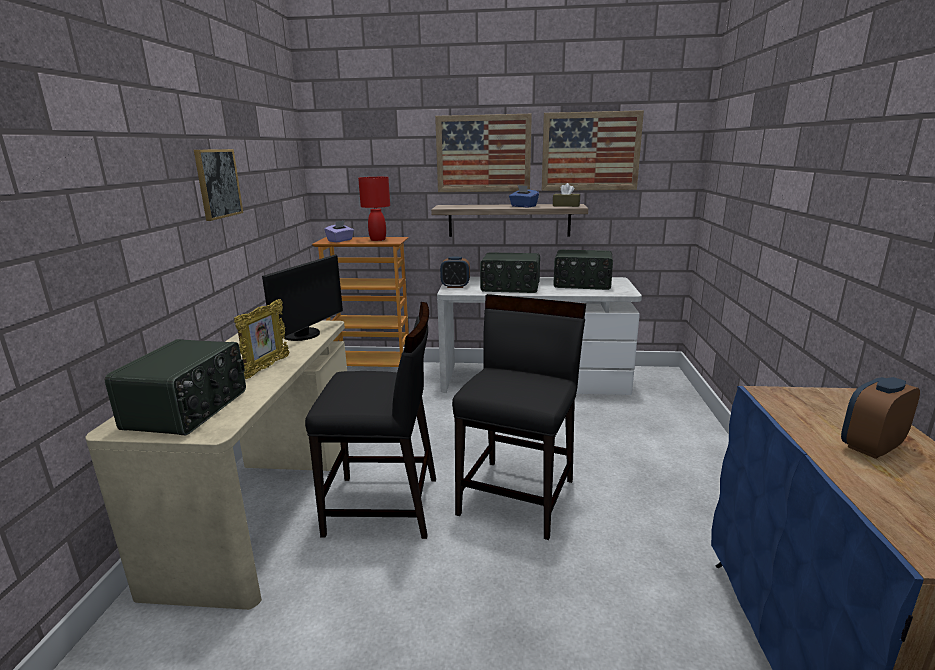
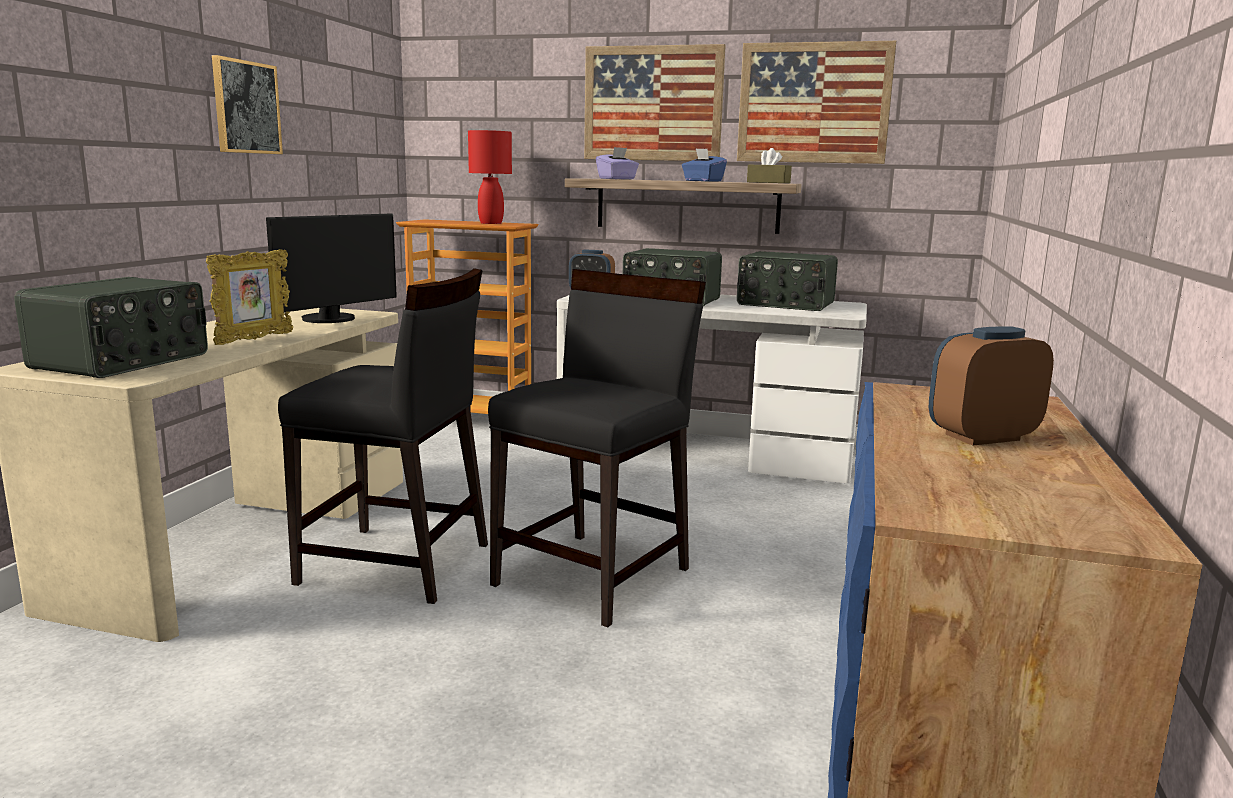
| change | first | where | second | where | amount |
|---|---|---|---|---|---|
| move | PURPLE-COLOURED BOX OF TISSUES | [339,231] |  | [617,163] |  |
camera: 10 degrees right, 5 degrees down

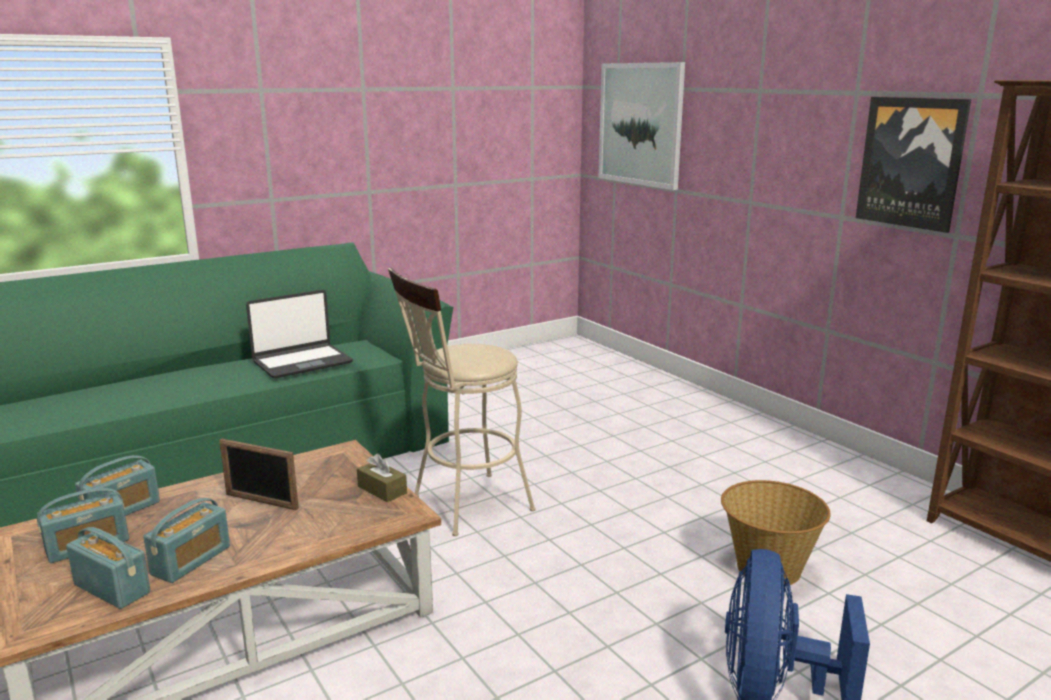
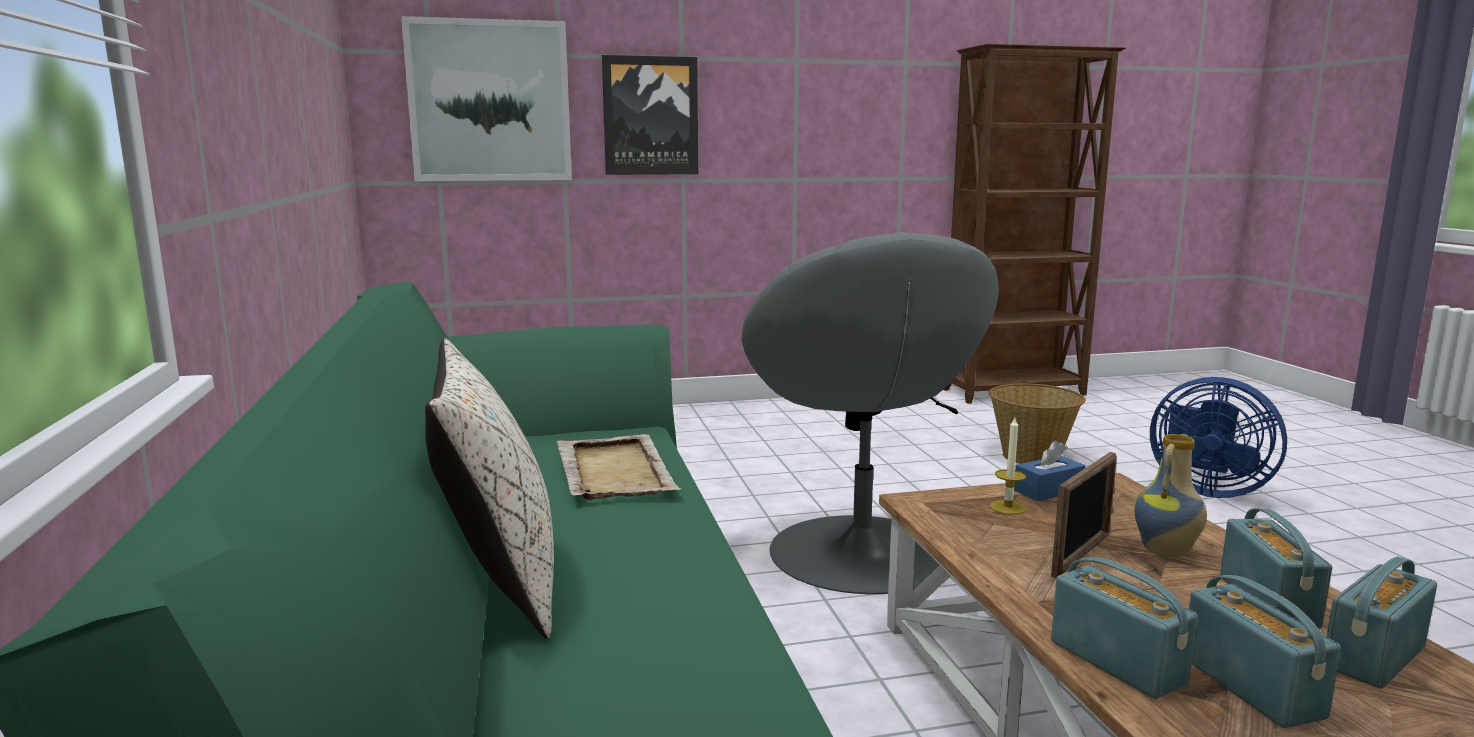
| change | first | where | second | where | amount |
|---|---|---|---|---|---|
| insert |  |  | BEIGE PILLOW | [489,488] |  |
| insert |  |  | WAX LIGHT | [1008,466] |  |
| insert |  |  | FLOWER VASE | [1170,496] |  |
| move | PICTURE | [913,165] |  | [650,115] |  |
| replace | LAPTOP | [299,334] | BEIGE SERVING TRAY | [619,467] |  |
| replace | BEIGE SITTING STOOL | [461,402] | GRAY EASY CHAIR | [870,413] |  |
| recolor | BROWNISH BOX OF TISSUES | [382,477] | BLUISH BOX OF TISSUES | [1049,470] |  |
| rotate | RADIO RECEIVER | [186,540] |  | [1276,568] | 45 degrees clockwise |
camera: 70 degrees left, 5 degrees down

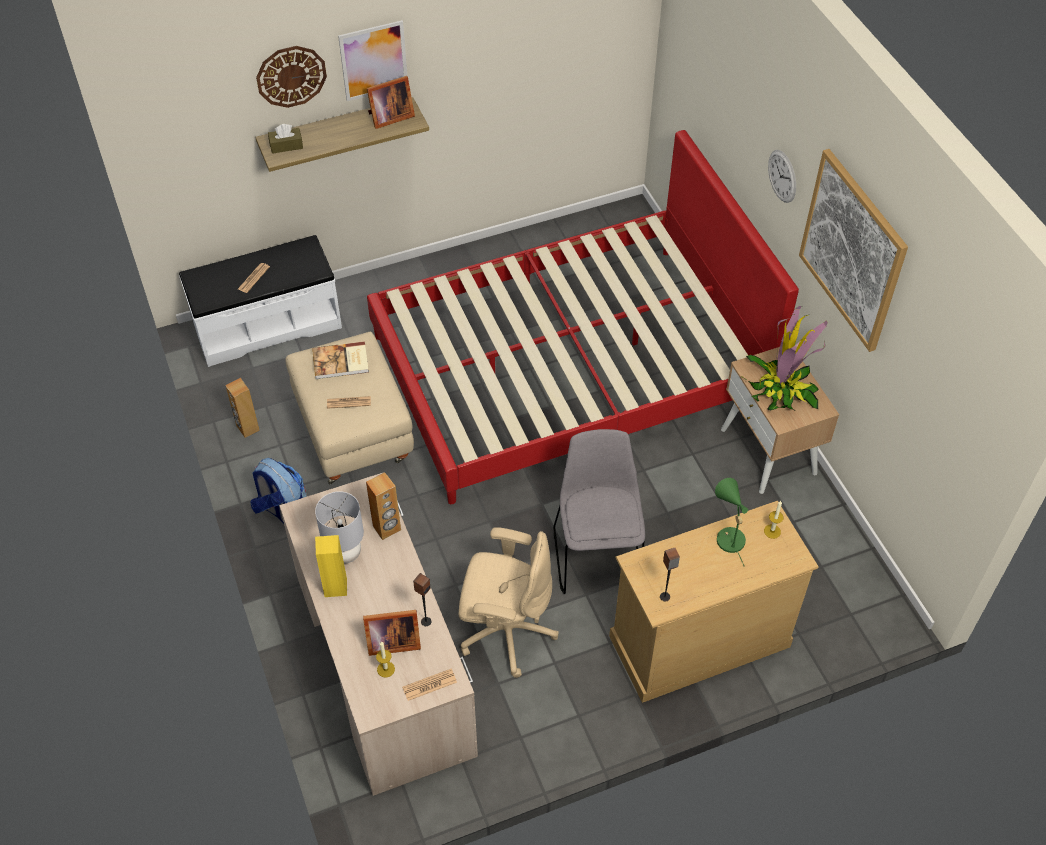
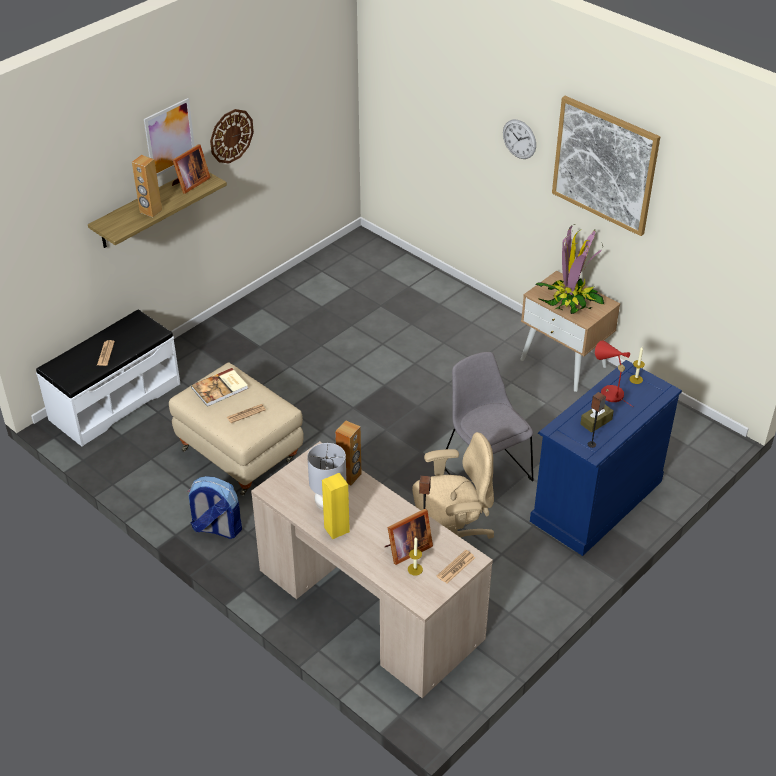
| change | first | where | second | where | amount |
|---|---|---|---|---|---|
| delete | RED-COLOURED BEDROOM BED | [583,317] |  |  |  |
| move | BROWNISH SPEAKER | [242,408] |  | [147,186] |  |
| move | WALL CLOCK | [291,77] |  | [232,136] |  |
| move | BROWNISH BOX OF TISSUES | [285,139] |  | [597,419] |  |
| recolor | BEIGE DRAWER CHEST | [713,602] | BLUISH DRAWER CHEST | [606,458] |  |
| recolor | GREEN LAMP FOR A TABLE | [731,522] | RED-COLOURED LAMP FOR A TABLE | [614,373] |  |
camera: 25 degrees left, 10 degrees down

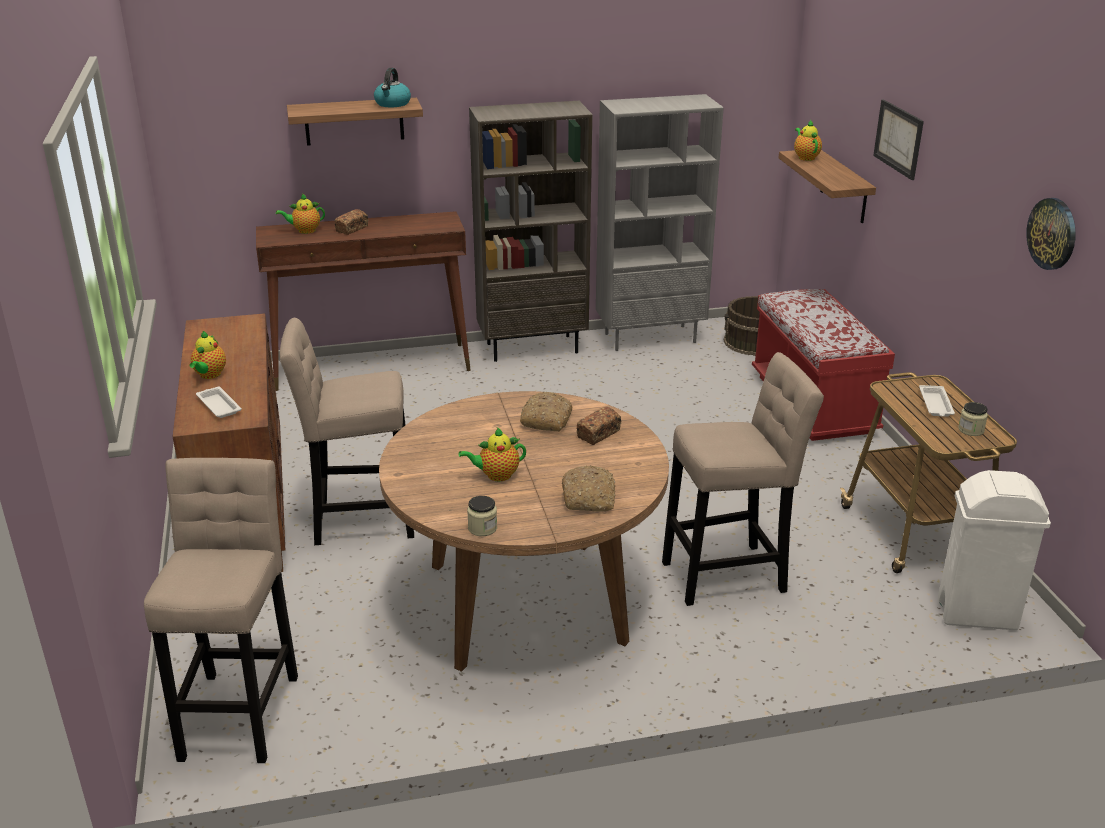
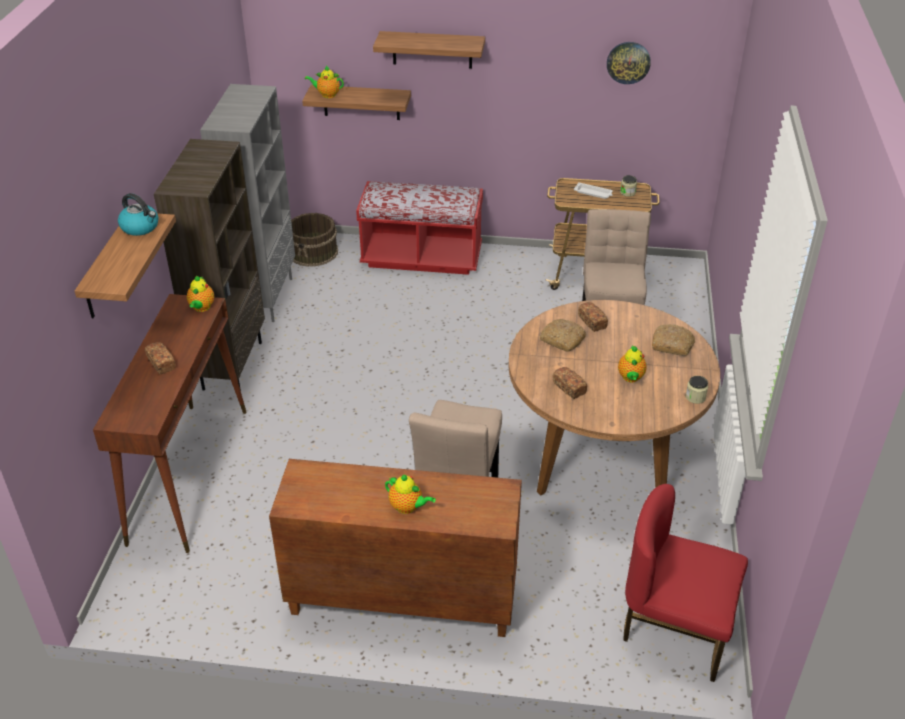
| change | first | where | second | where | amount |
|---|---|---|---|---|---|
| delete | WHITE SERVING TRAY | [219,402] |  |  |  |
| delete | WHITE RUBBISH BIN | [994,550] |  |  |  |
| insert |  |  | BAKED BREAD | [570,383] |  |
| move | POT FOR TEA | [300,214] |  | [200,294] |  |
| replace | BEIGE SITTING STOOL | [221,610] | RED-COLOURED CHAIR | [685,583] |  |
| replace | PICTURE | [898,139] | BRACKET SHELF | [429,50] |  |
camera: 70 degrees left, 10 degrees up

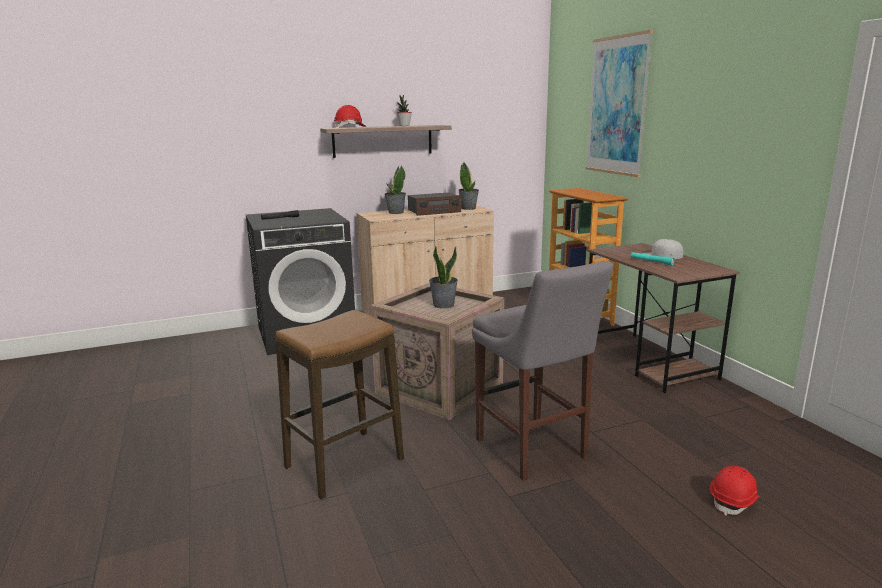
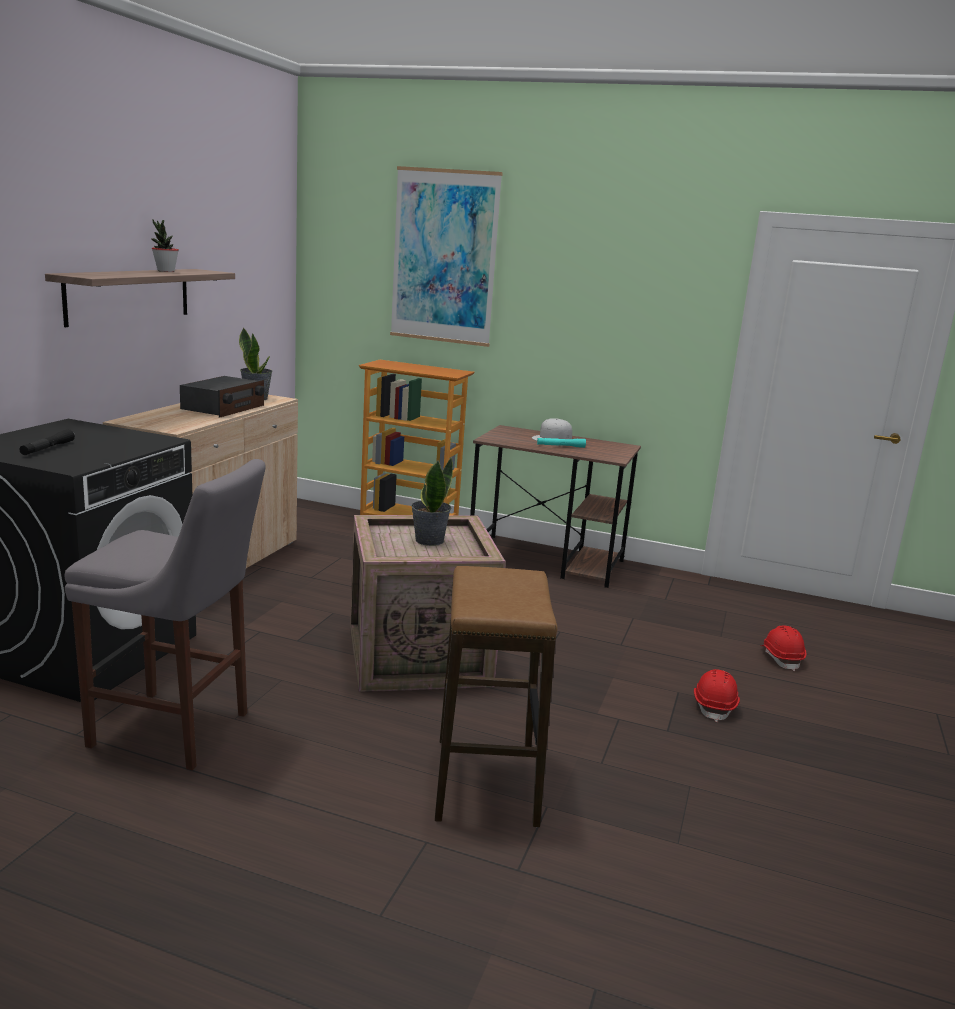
| change | first | where | second | where | amount |
|---|---|---|---|---|---|
| delete | HOUSEPLANT | [395,190] |  |  |  |
| move | RED-COLOURED HARD HAT | [350,116] |  | [717,695] |  |
| move | GRAY SITTING STOOL | [542,371] |  | [165,614] |  |
camera: 50 degrees left, 0 degrees up

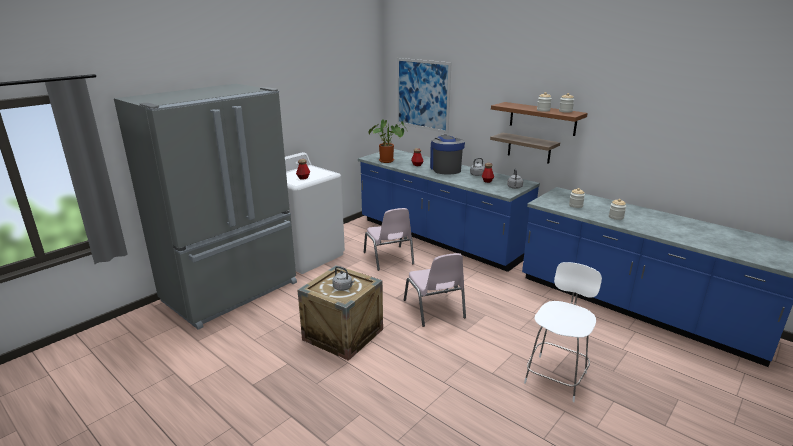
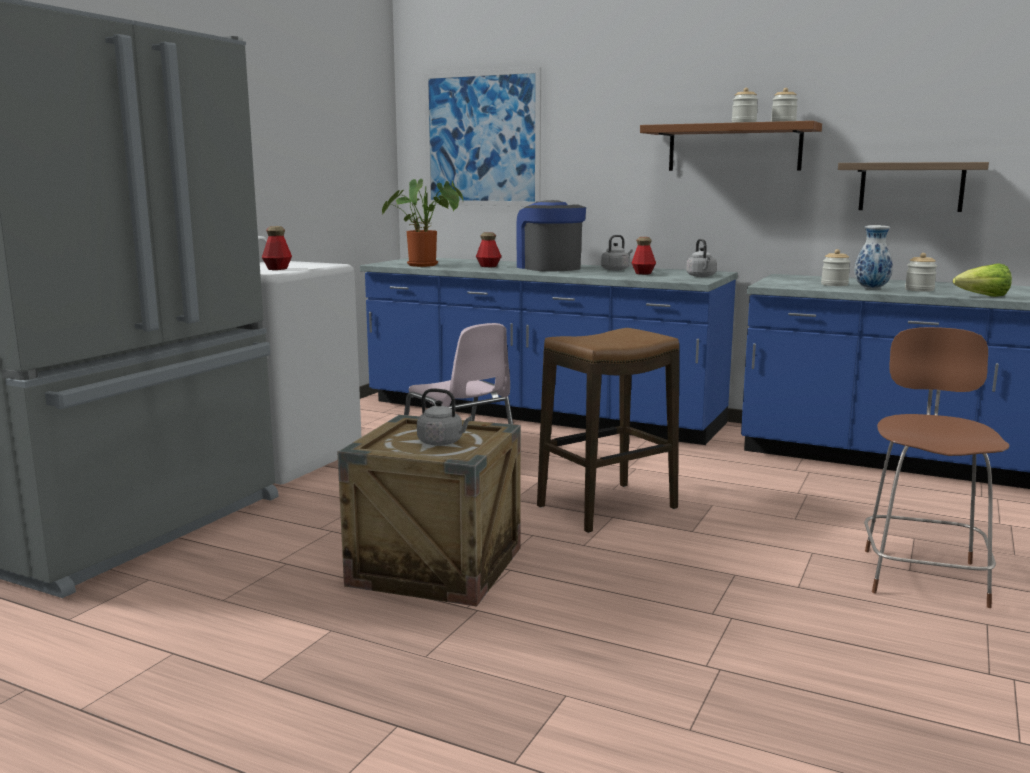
| change | first | where | second | where | amount |
|---|---|---|---|---|---|
| insert |  |  | FLOWER VASE | [873,257] |  |
| insert |  |  | LETTUCE HEAD | [982,280] |  |
| move | BRACKET SHELF | [525,148] |  | [913,187] |  |
| replace | PINKISH CHAIR | [435,290] | SITTING STOOL | [608,430] |  |
| recolor | WHITE CHAIR | [563,332] | BROWNISH CHAIR | [937,467] |  |
camera: 15 degrees left, 10 degrees down

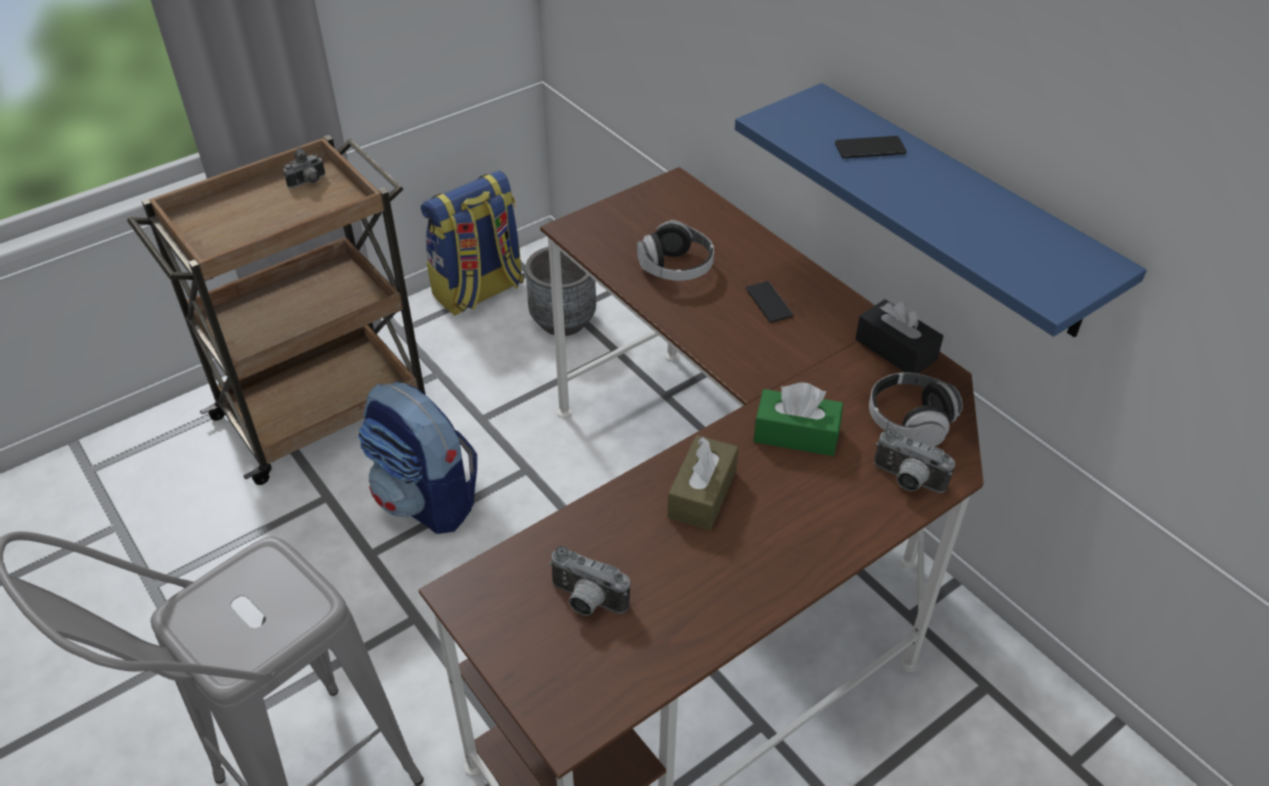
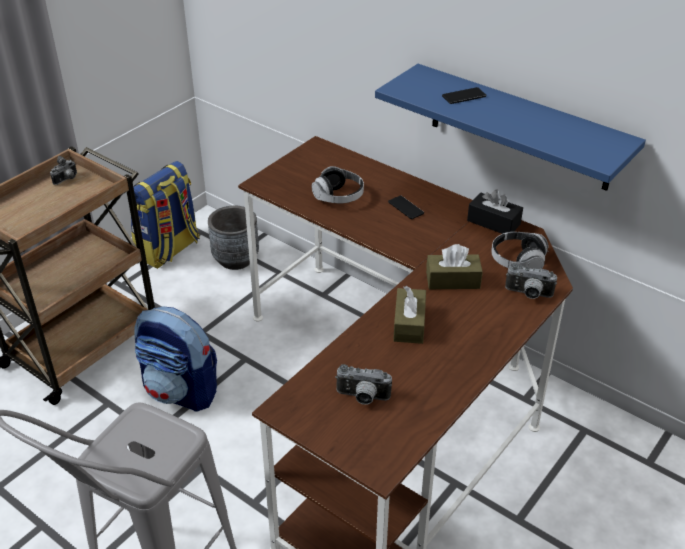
| change | first | where | second | where | amount |
|---|---|---|---|---|---|
| recolor | GREEN BOX OF TISSUES | [798,419] | BROWNISH BOX OF TISSUES | [454,266] |  |
camera: 15 degrees left, 5 degrees down

